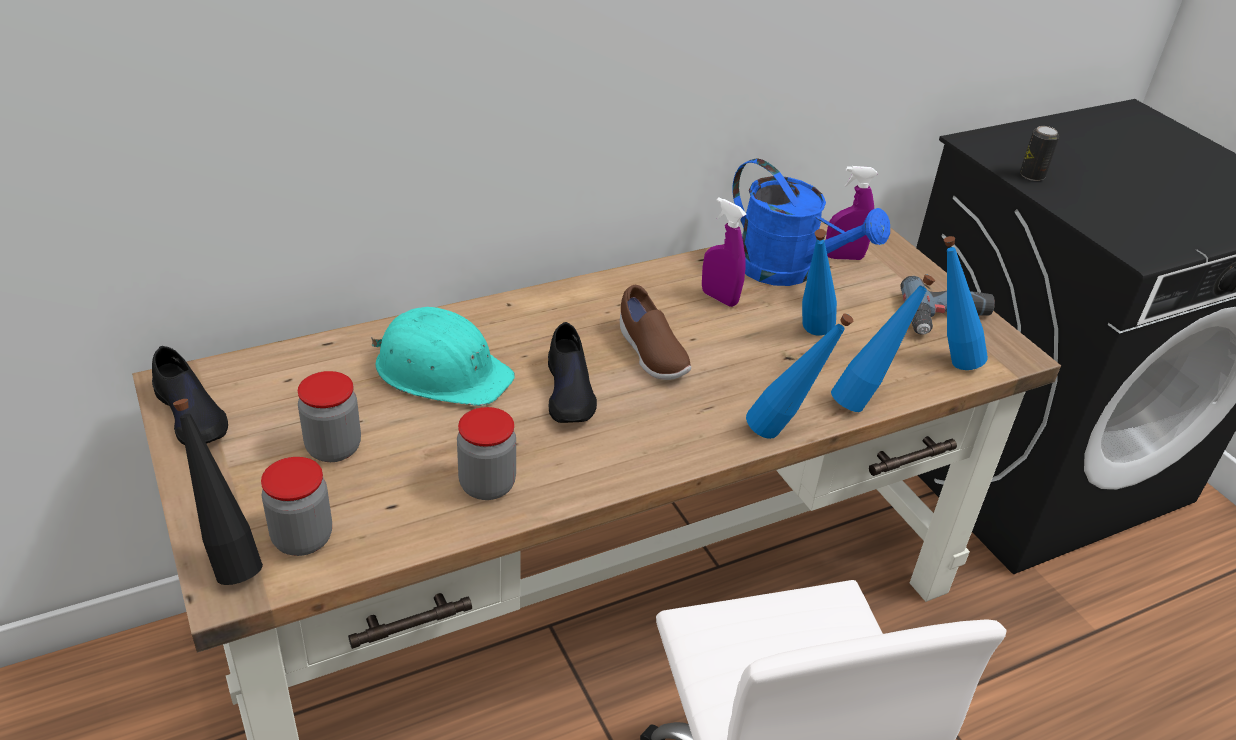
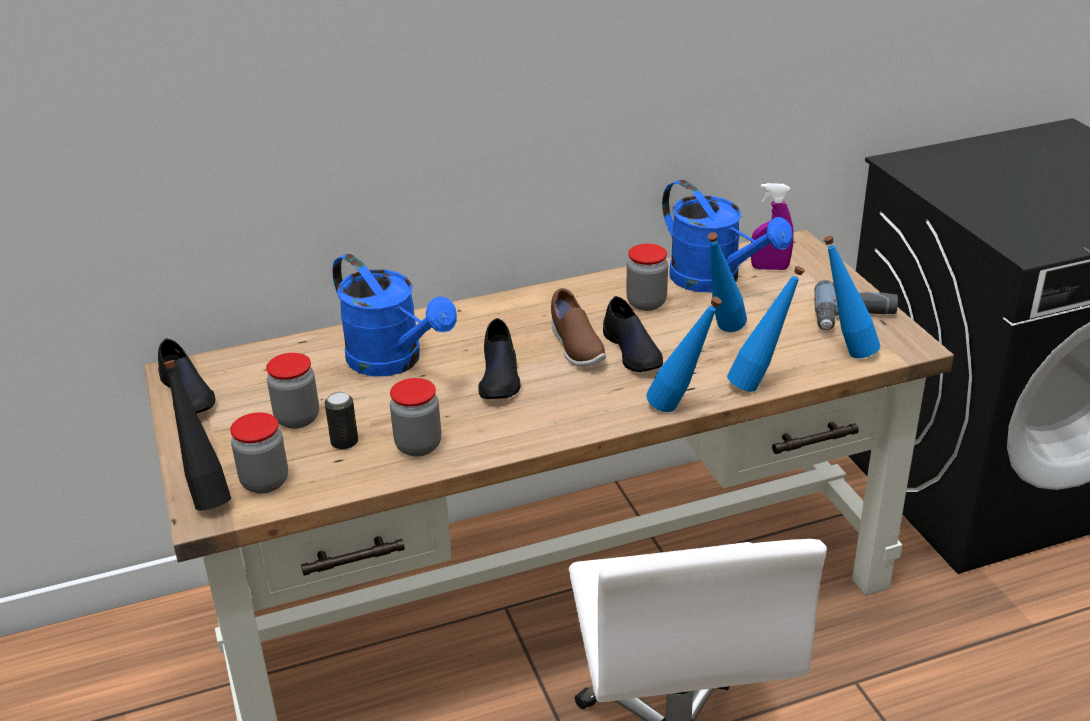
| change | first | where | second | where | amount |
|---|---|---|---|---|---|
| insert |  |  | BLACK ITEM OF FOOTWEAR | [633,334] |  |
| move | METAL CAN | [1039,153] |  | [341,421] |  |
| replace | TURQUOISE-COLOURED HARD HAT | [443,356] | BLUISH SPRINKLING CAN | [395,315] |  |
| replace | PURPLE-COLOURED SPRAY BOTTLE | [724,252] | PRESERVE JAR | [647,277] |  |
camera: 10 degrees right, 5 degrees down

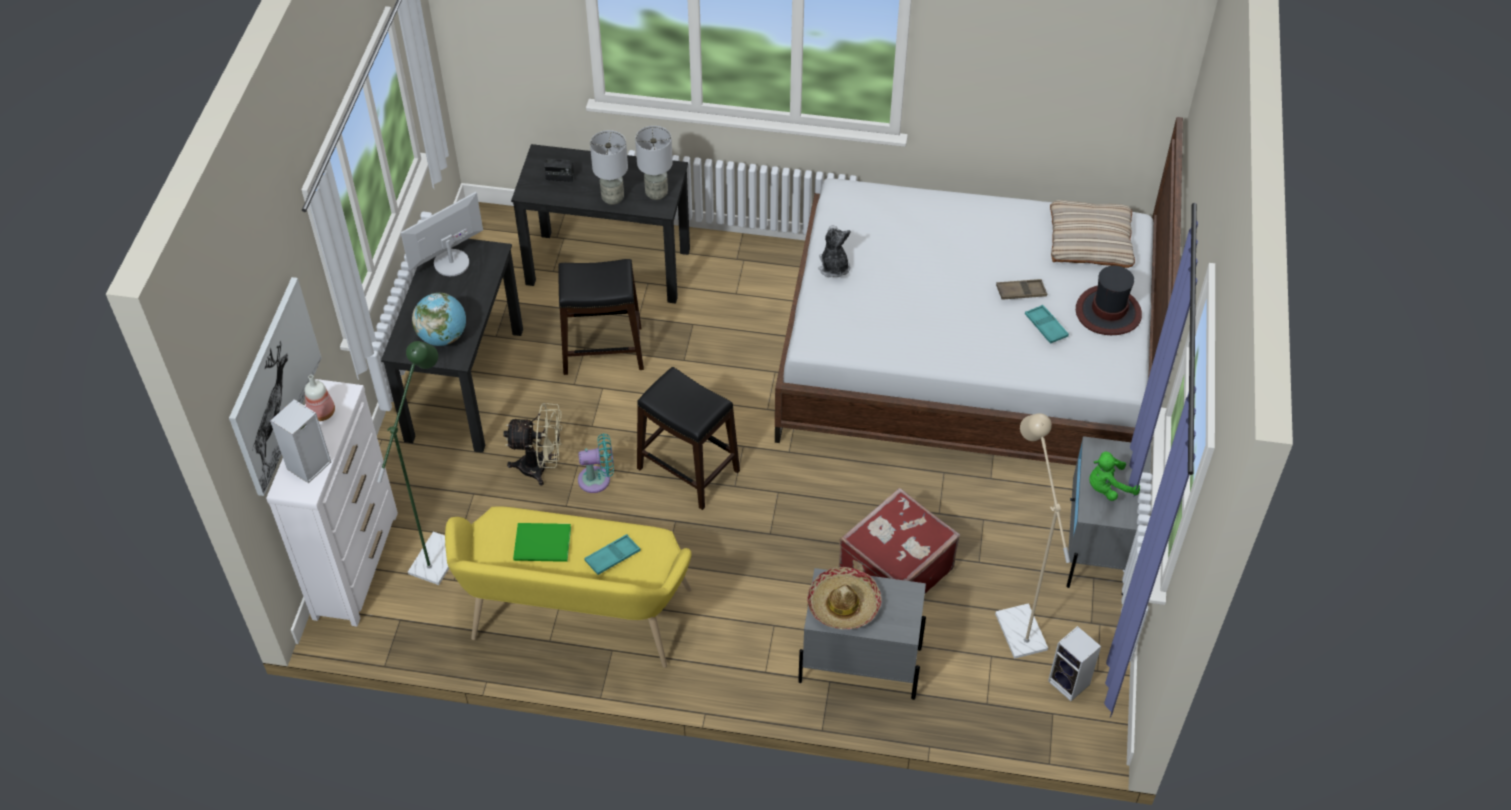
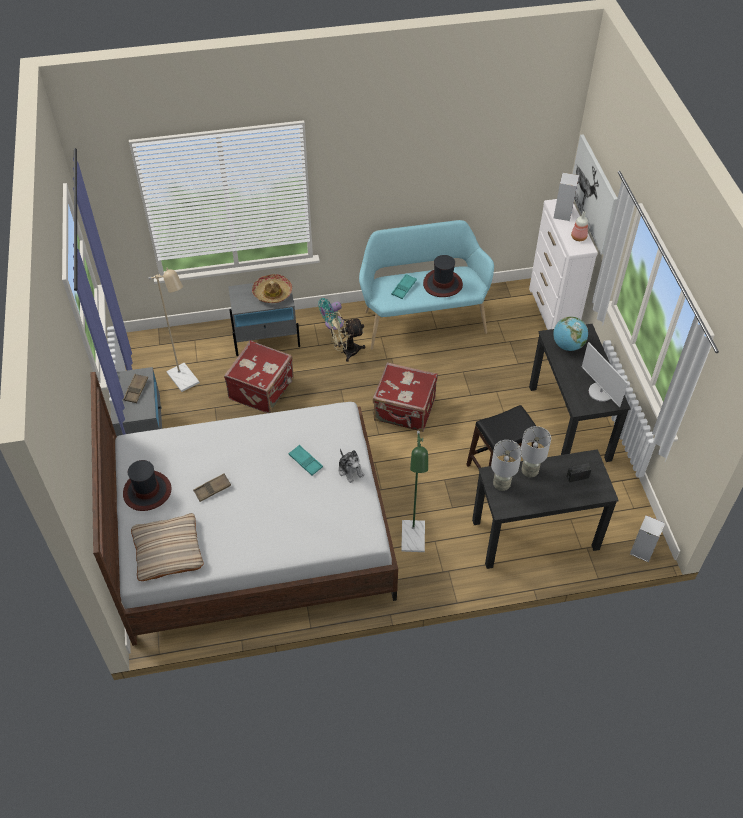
| change | first | where | second | where | amount |
|---|---|---|---|---|---|
| move | GREEN STANDING LAMP | [413,463] |  | [414,491] |  |
| move | BEIGE FAN | [532,444] |  | [346,337] |  |
| move | TURQUOISE-COLOURED FAN | [596,463] |  | [331,314] |  |
| move | TURQUOISE-COLOURED SERVING TRAY | [1047,324] |  | [306,460] |  |
| move | SPEAKER | [1074,663] |  | [647,538] |  |
| replace | GREEN VOLUME | [542,542] | HAT | [443,276] |  |
| replace | BLACK SITTING STOOL | [688,438] | RED-COLOURED SUITCASE | [405,397] |  |
| replace | GREEN PLUSH TOY | [1114,476] | BROWNISH SERVING TRAY | [135,388] |  |
| recolor | YELLOW-COLOURED LONG SEAT | [568,587] | TURQUOISE-COLOURED LONG SEAT | [426,285] |  |
| rotate | COMPUTER SCREEN | [442,234] |  | [605,374] | 120 degrees clockwise |
camera: 160 degrees right, 0 degrees up

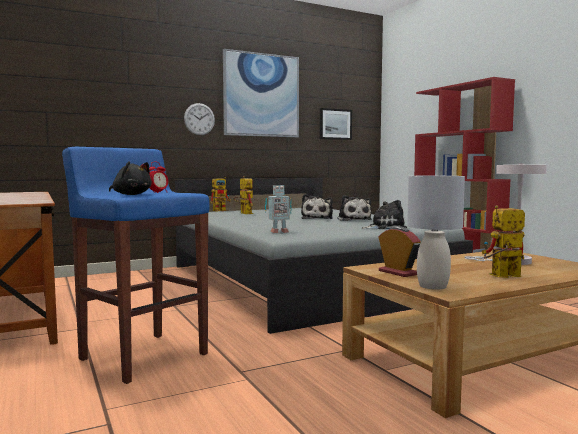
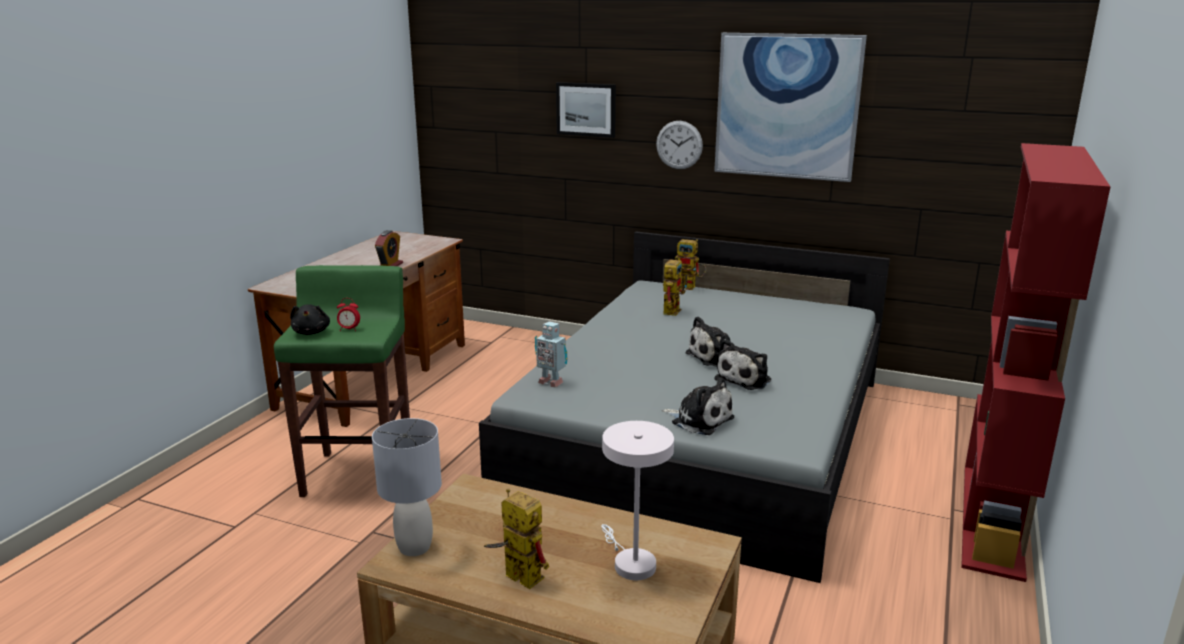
| change | first | where | second | where | amount |
|---|---|---|---|---|---|
| move | PICTURE | [336,124] |  | [586,110] |  |
| move | BEDSIDE CLOCK | [400,252] |  | [389,248] |  |
| recolor | BLUISH SITTING STOOL | [135,265] | GREEN SITTING STOOL | [342,381] |  |
camera: 50 degrees right, 15 degrees up

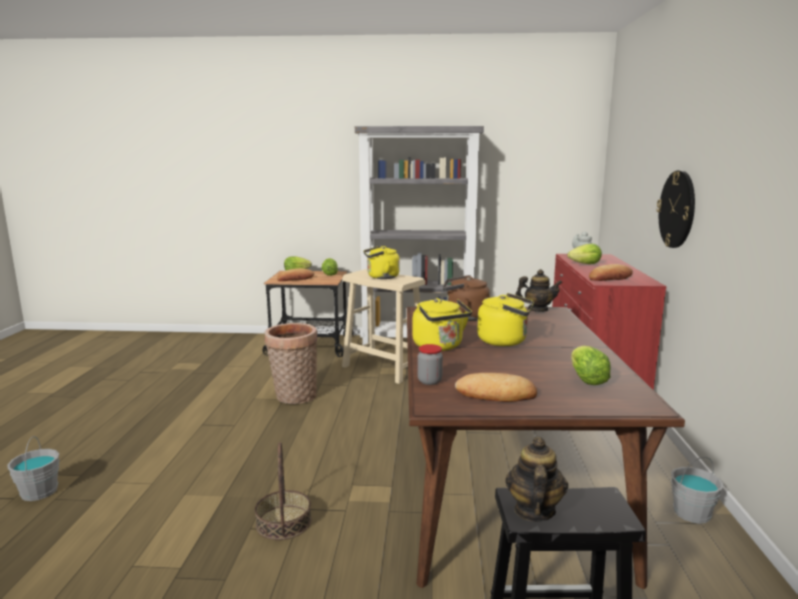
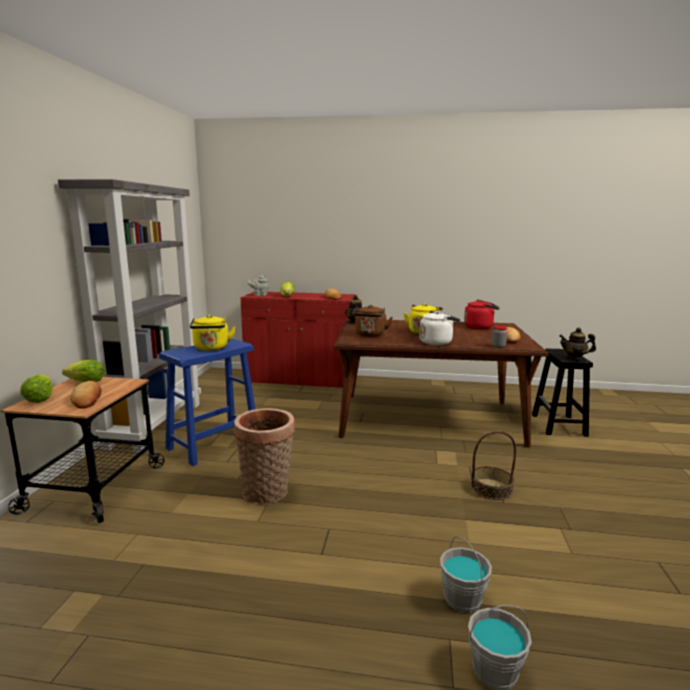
| change | first | where | second | where | amount |
|---|---|---|---|---|---|
| delete | WALL CLOCK | [675,209] |  |  |  |
| move | GRAY WATER BUCKET | [697,490] |  | [466,574] |  |
| replace | LETTUCE HEAD | [591,365] | RED-COLOURED WATER KETTLE | [482,314] |  |
| recolor | BEIGE SITTING STOOL | [383,326] | BLUISH SITTING STOOL | [207,402] |  |
| recolor | YELLOW-COLOURED WATER KETTLE | [442,324] | WHITE WATER KETTLE | [439,328] |  |
camera: 85 degrees left, 0 degrees up

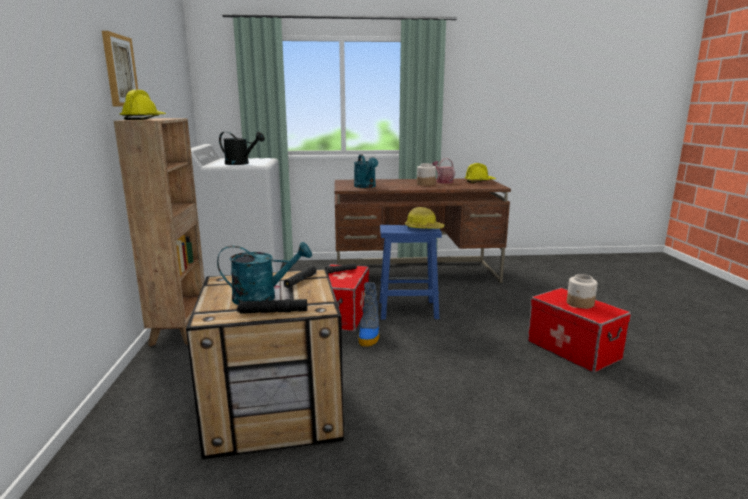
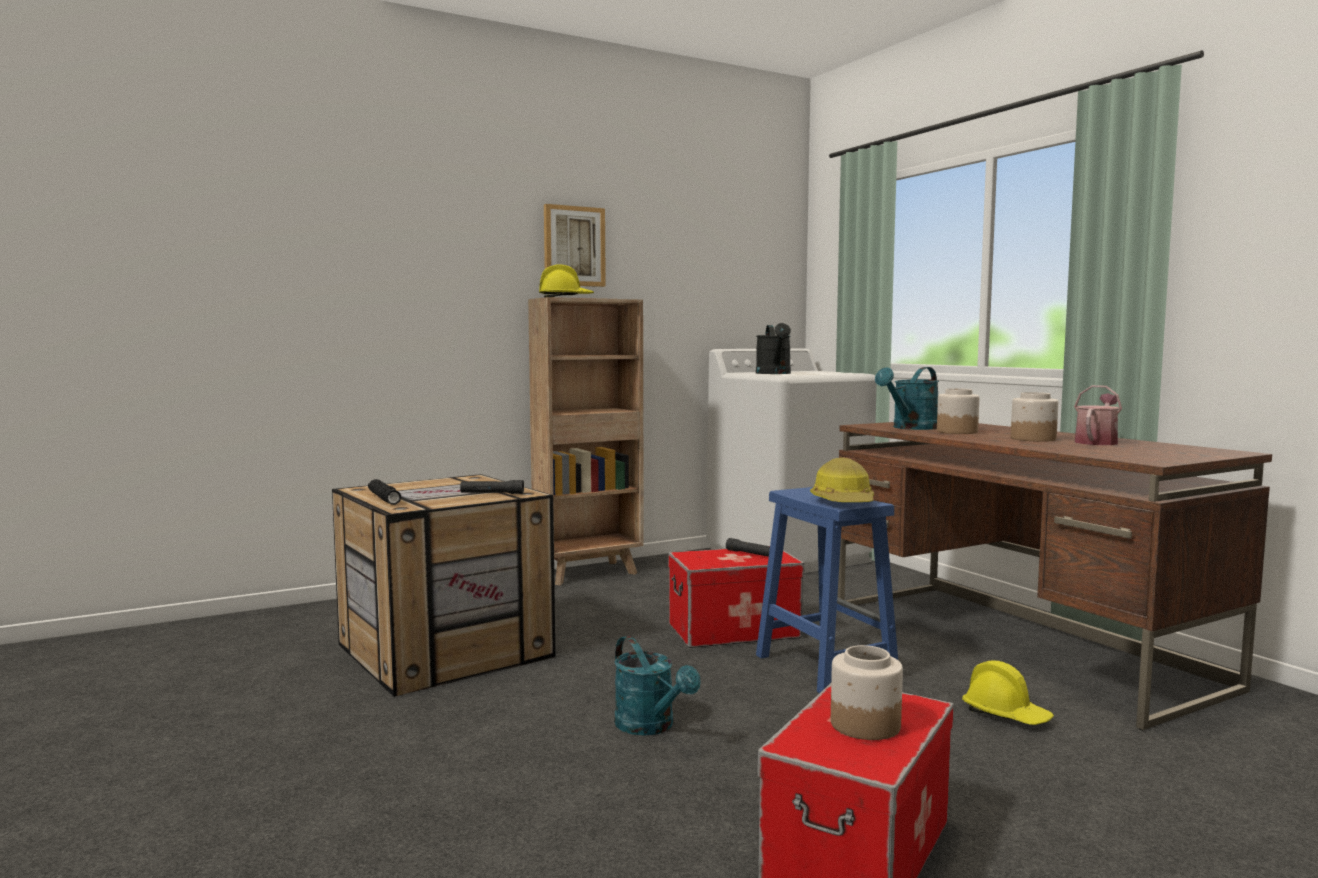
| change | first | where | second | where | amount |
|---|---|---|---|---|---|
| delete | TALL BOOT | [368,314] |  |  |  |
| insert |  |  | PRESERVE JAR | [958,411] |  |
| move | TURQUOISE-COLOURED SPRINKLING CAN | [264,273] |  | [657,686] |  |
| move | YELLOW-COLOURED HARD HAT | [480,173] |  | [1008,692] |  |
camera: 65 degrees right, 10 degrees down

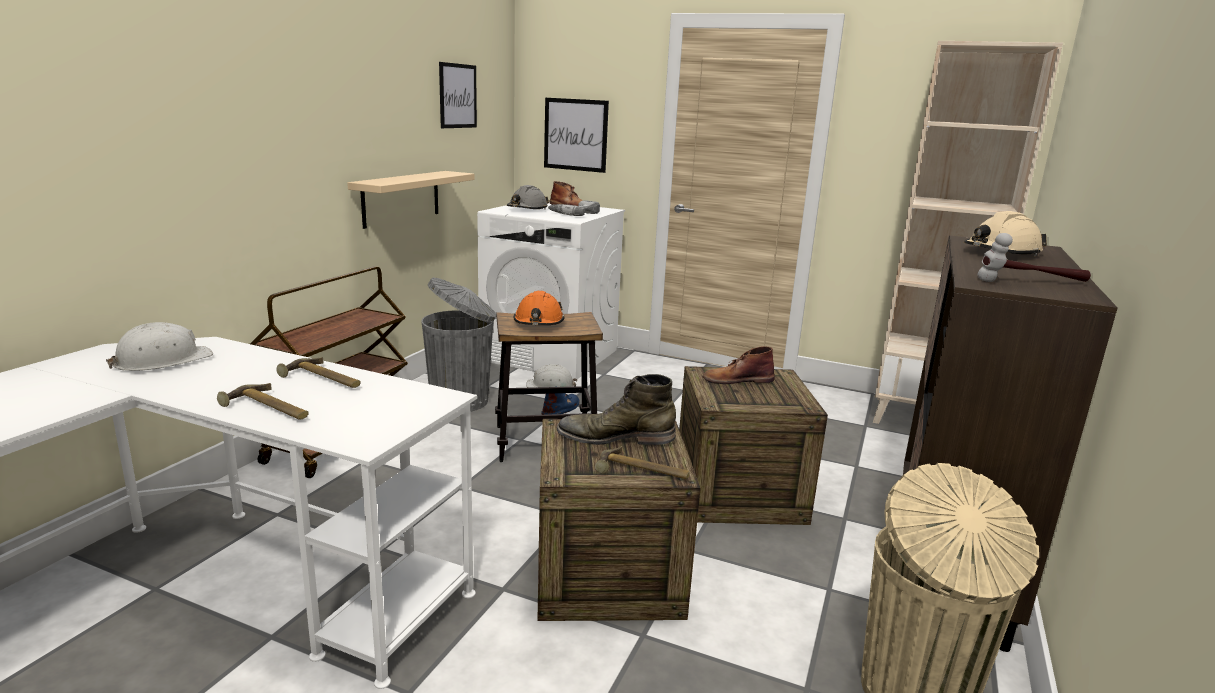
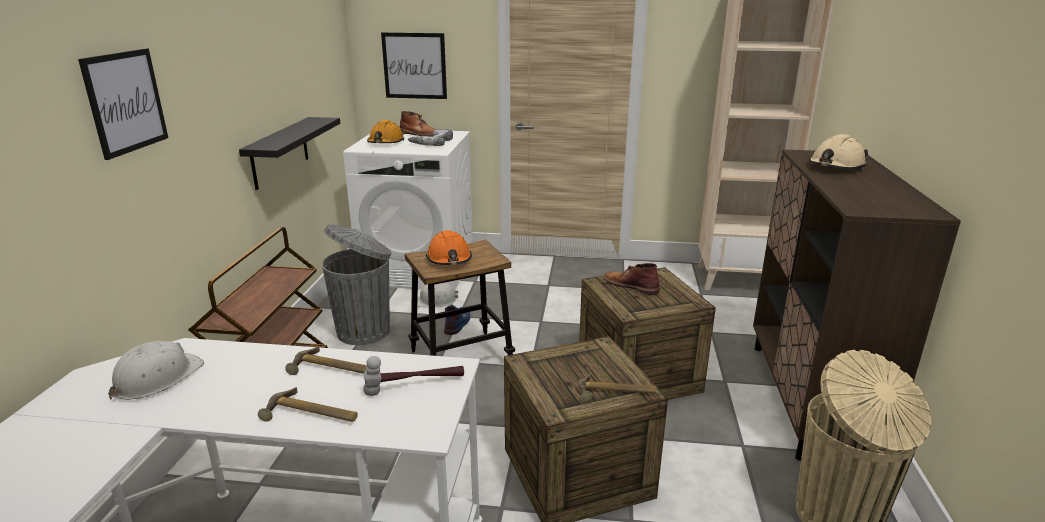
| change | first | where | second | where | amount |
|---|---|---|---|---|---|
| delete | GREEN TALL BOOT | [616,409] |  |  |  |
| move | PICTURE | [458,95] |  | [123,104] |  |
| move | TOOL HAMMER | [1034,257] |  | [413,376] |  |
| recolor | BEIGE BRACKET SHELF | [411,200] | BLACK BRACKET SHELF | [289,153] |  |
| recolor | GRAY HARD HAT | [528,197] | ORANGE-COLOURED HARD HAT | [386,131] |  |
| rotate | BROWNISH TALL BOOT | [738,365] |  | [631,279] | 60 degrees clockwise |
camera: 15 degrees left, 5 degrees up

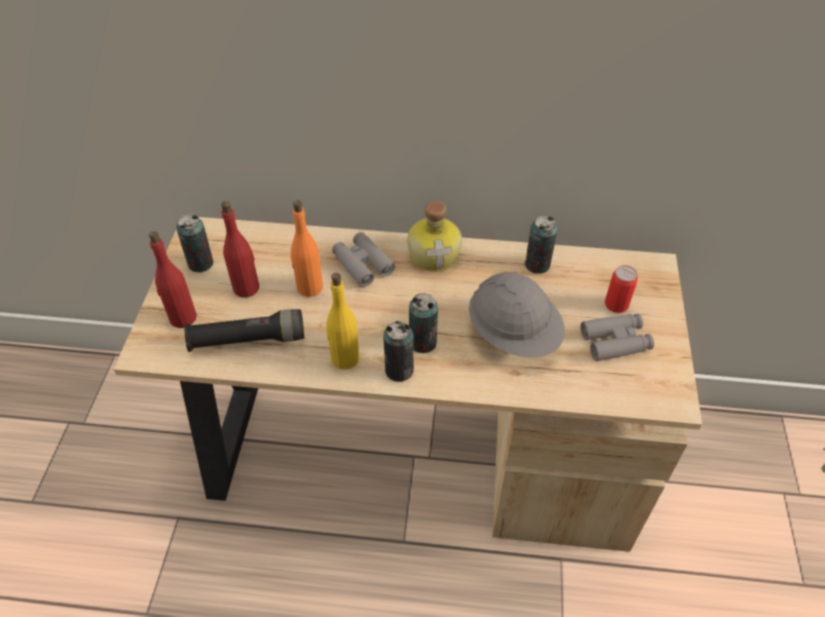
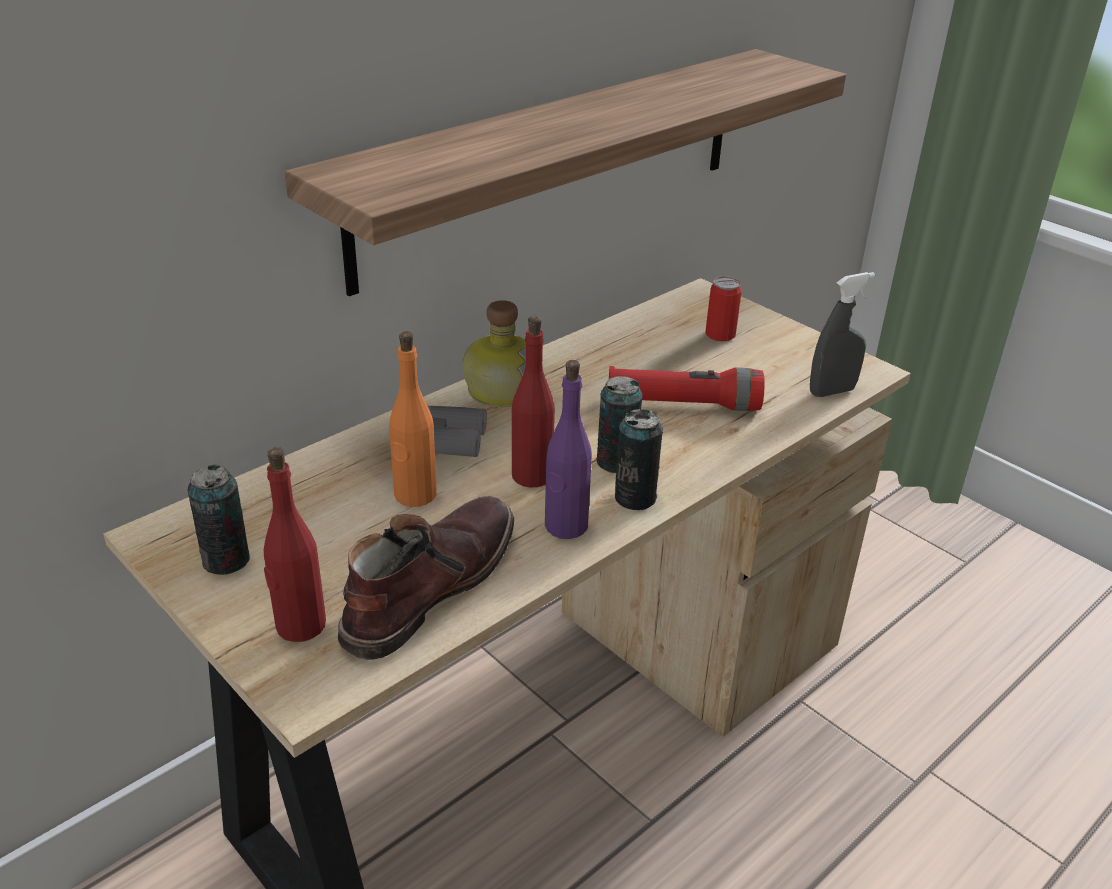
| change | first | where | second | where | amount |
|---|---|---|---|---|---|
| delete | METAL CAN | [541,245] |  |  |  |
| delete | GRAY BINOCULARS | [617,337] |  |  |  |
| insert |  |  | BRACKET SHELF | [565,172] |  |
| insert |  |  | GRAY SPRAY BOTTLE | [842,334] |  |
| move | RED-COLOURED DRINK BOTTLE | [240,249] |  | [533,402] |  |
| replace | BLACK HAND TORCH | [244,330] | BROWNISH TALL BOOT | [426,578] |  |
| replace | GRAY HARD HAT | [517,315] | RED-COLOURED HAND TORCH | [687,388] |  |
| recolor | YELLOW-COLOURED DRINK BOTTLE | [342,321] | PURPLE-COLOURED DRINK BOTTLE | [568,449] |  |
camera: 50 degrees left, 15 degrees down

